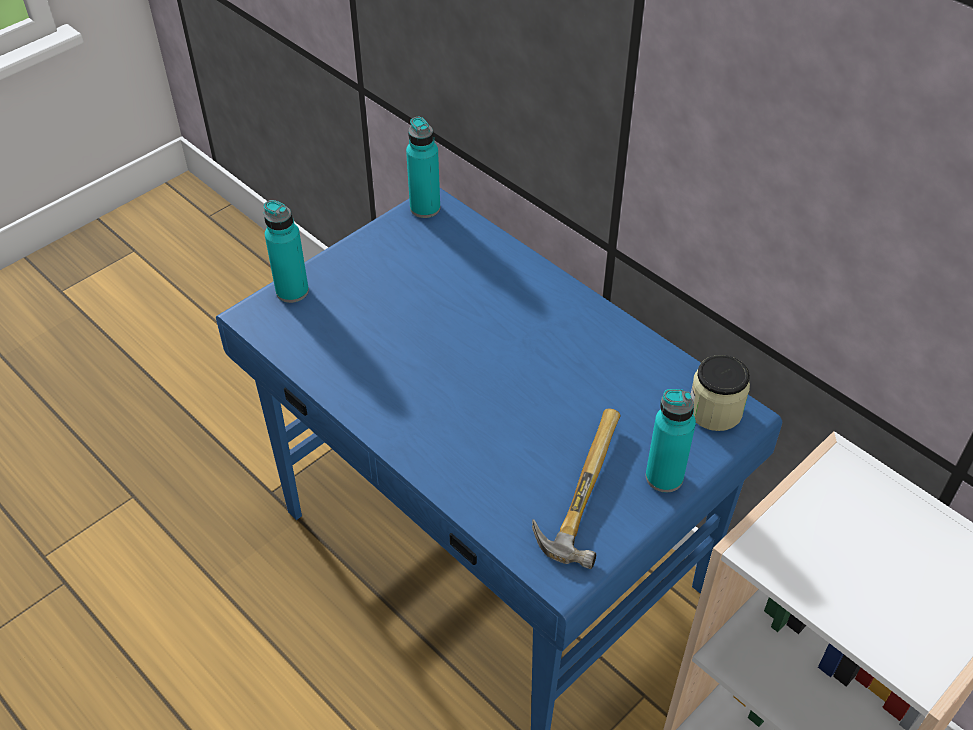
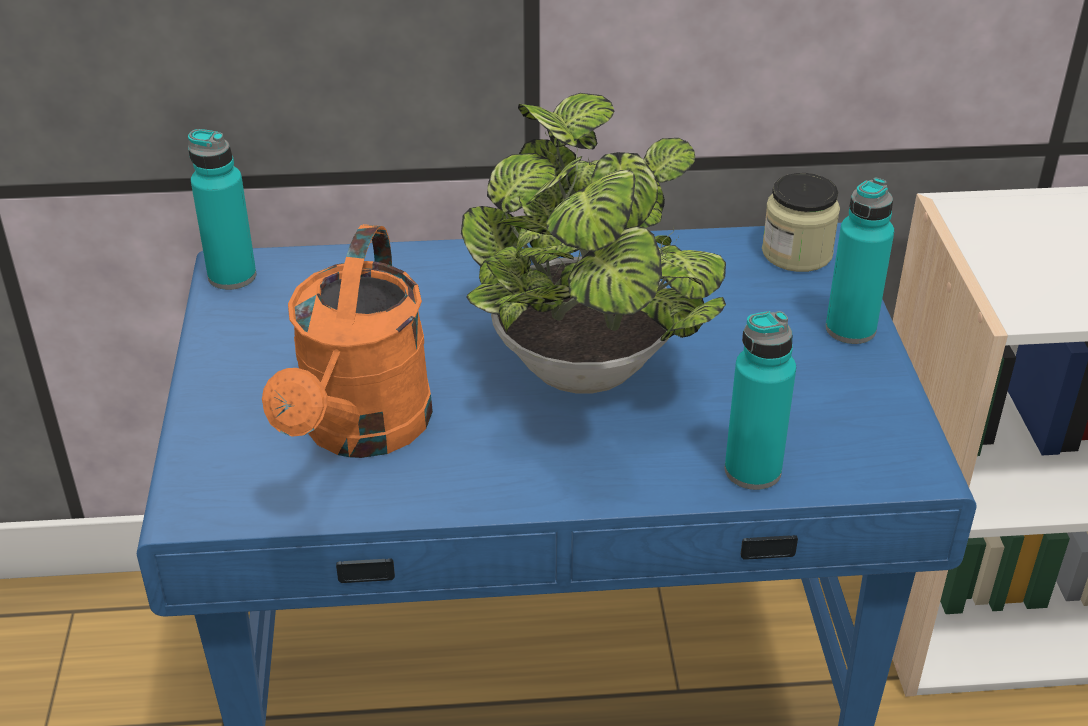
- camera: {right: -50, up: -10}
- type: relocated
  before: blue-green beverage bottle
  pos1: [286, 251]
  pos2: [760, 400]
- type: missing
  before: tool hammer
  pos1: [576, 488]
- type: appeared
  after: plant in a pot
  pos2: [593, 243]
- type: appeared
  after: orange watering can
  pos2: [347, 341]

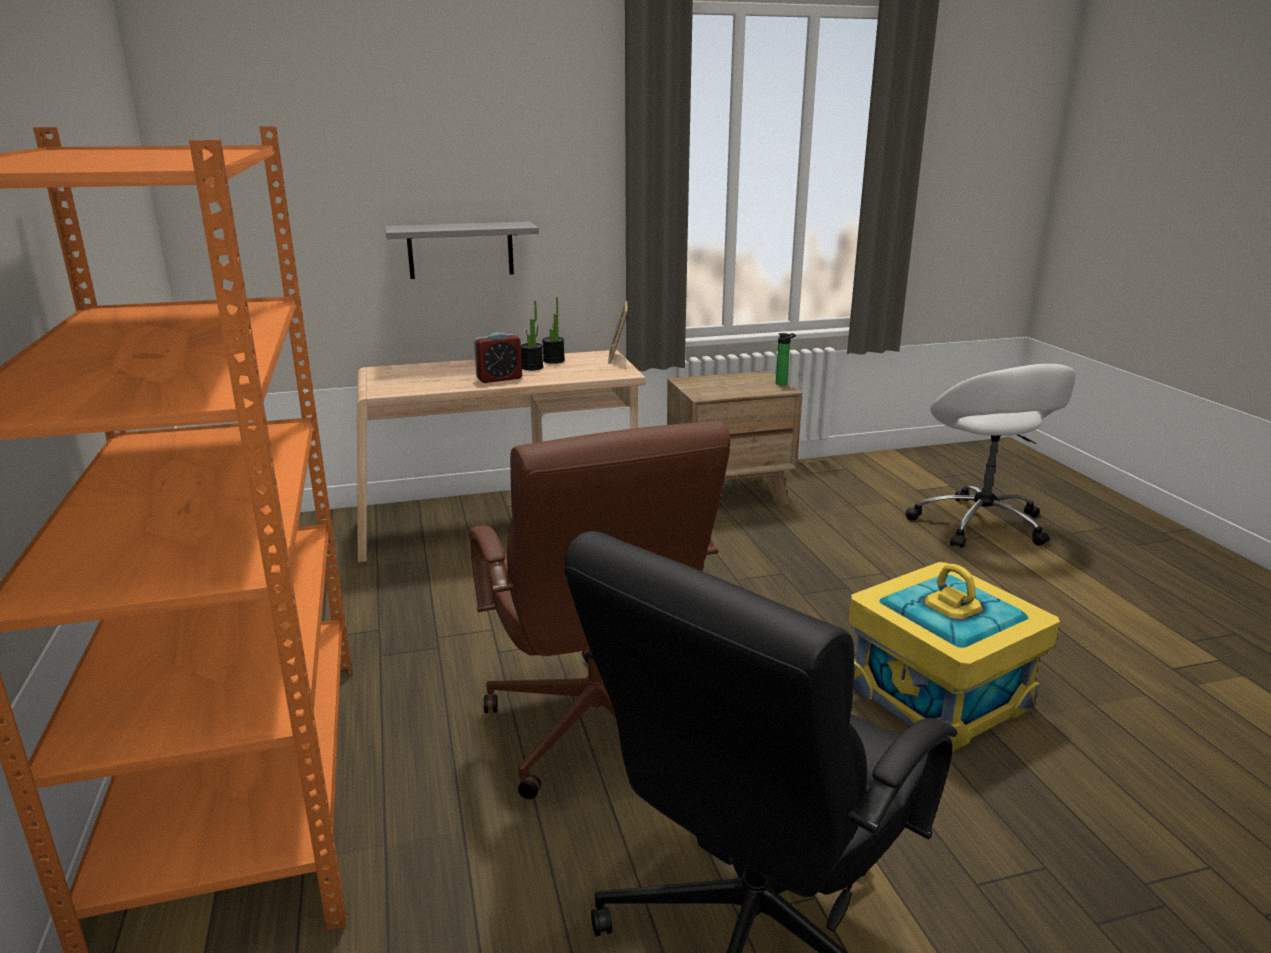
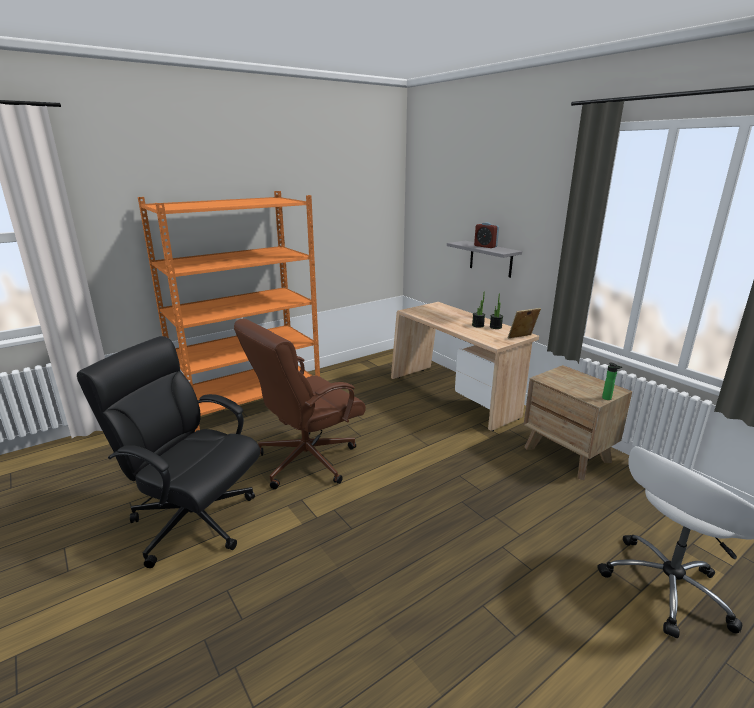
- camera: {right: 70, up: 0}
- type: relocated
  before: bedside clock
  pos1: [498, 357]
  pos2: [486, 235]
- type: missing
  before: yellow storage box
  pos1: [954, 657]

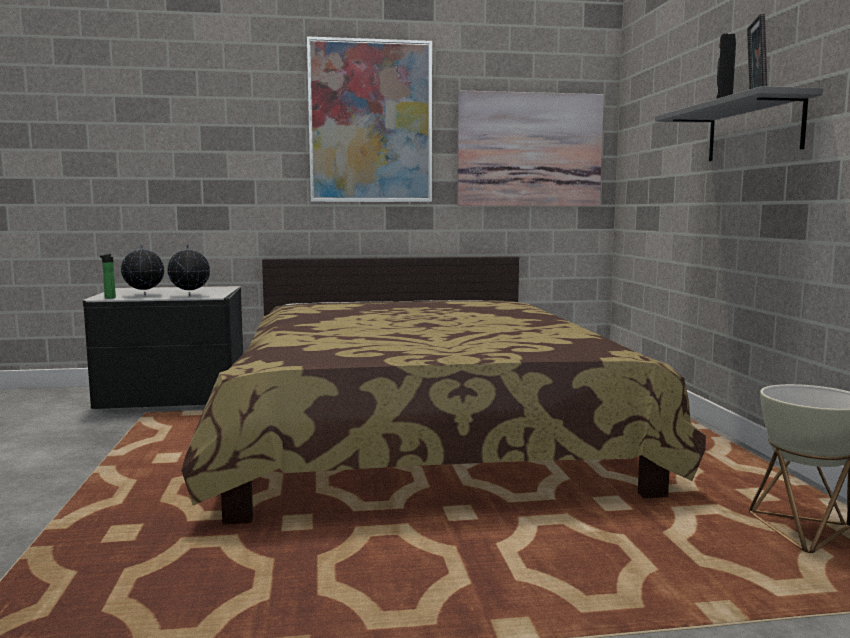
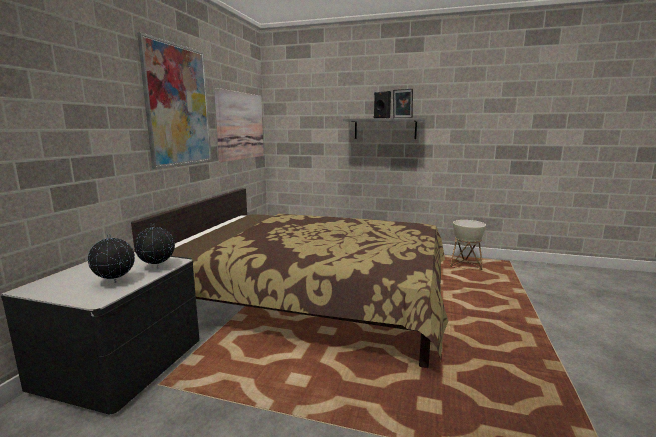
- camera: {right: -65, up: 5}
- type: missing
  before: beverage bottle
  pos1: [108, 276]

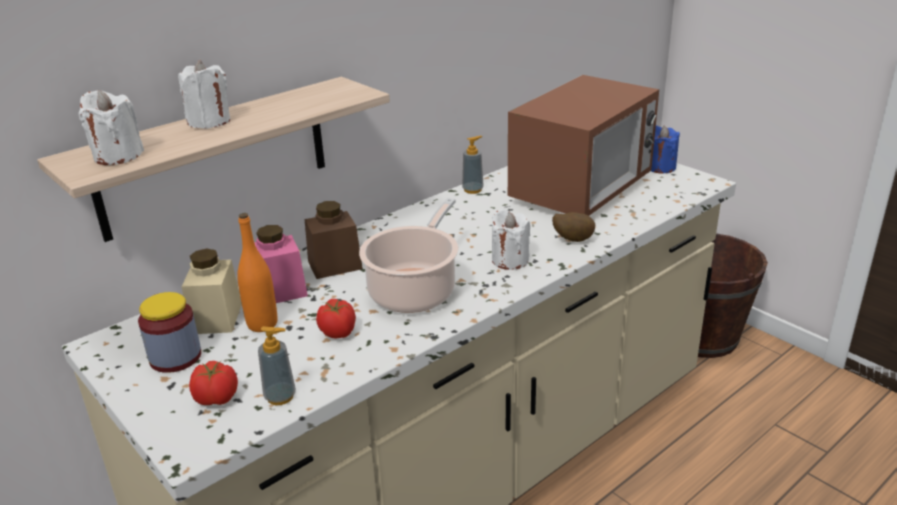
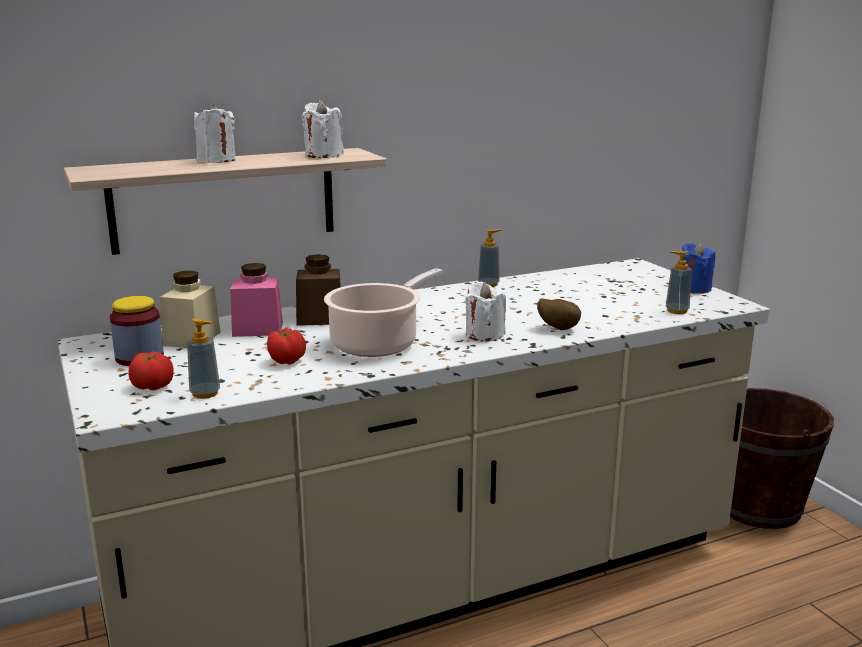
- camera: {right: 15, up: -10}
- type: missing
  before: microwave
  pos1: [583, 145]
- type: relocated
  before: white-coloured wax light
  pos1: [111, 127]
  pos2: [323, 129]
- type: missing
  before: orange beverage bottle
  pos1: [257, 272]
- type: appeared
  after: soap bottle
  pos2: [679, 282]

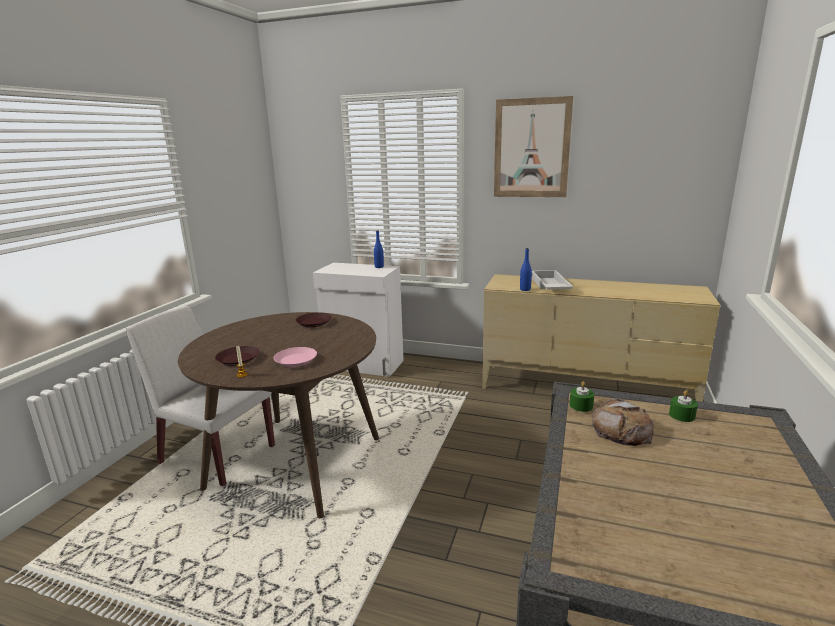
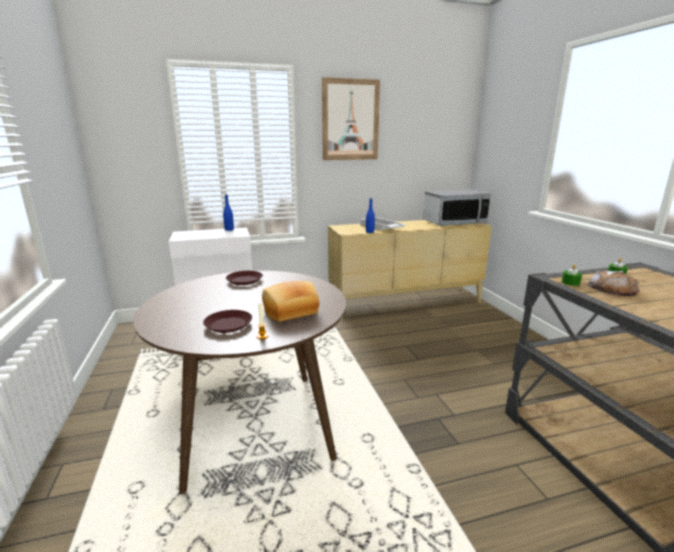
- camera: {right: -35, up: 0}
- type: missing
  before: white-coloured plain chair
  pos1: [200, 396]
- type: exchanged
  before: pink-coloured dinner plate
  after: baked bread
  pos1: [295, 357]
  pos2: [290, 301]
- type: appeared
  after: microwave
  pos2: [457, 208]

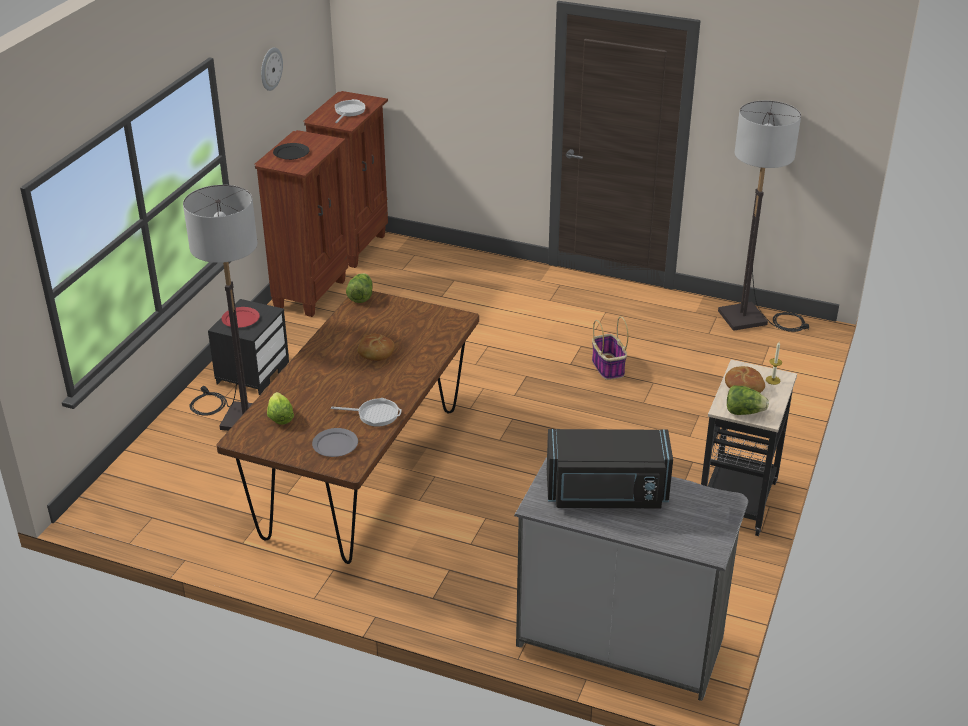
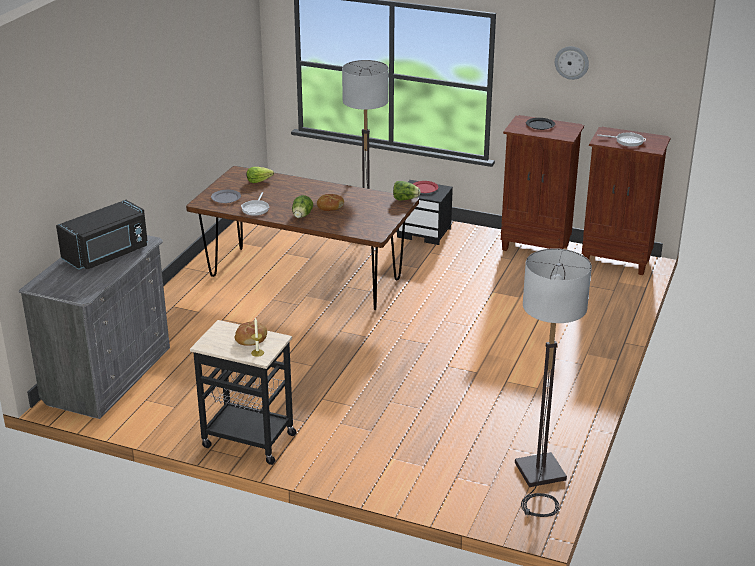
- camera: {right: 90, up: -5}
- type: missing
  before: household basket
  pos1: [610, 348]
- type: relocated
  before: lettuce
  pos1: [748, 400]
  pos2: [302, 206]
- type: spun
  before: black-coloured microwave
  pos1: [610, 468]
  pos2: [102, 235]
  turn: -135

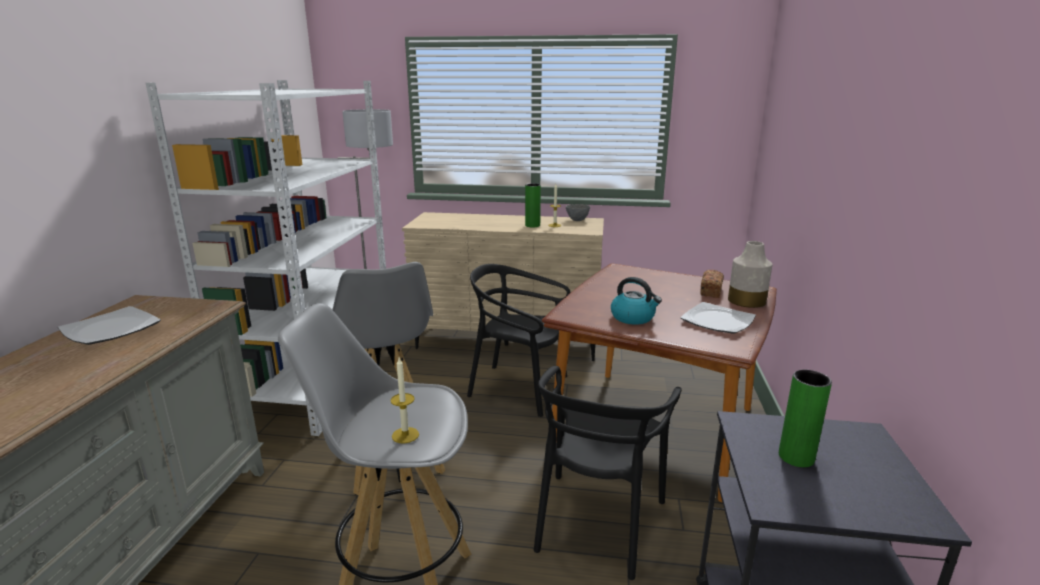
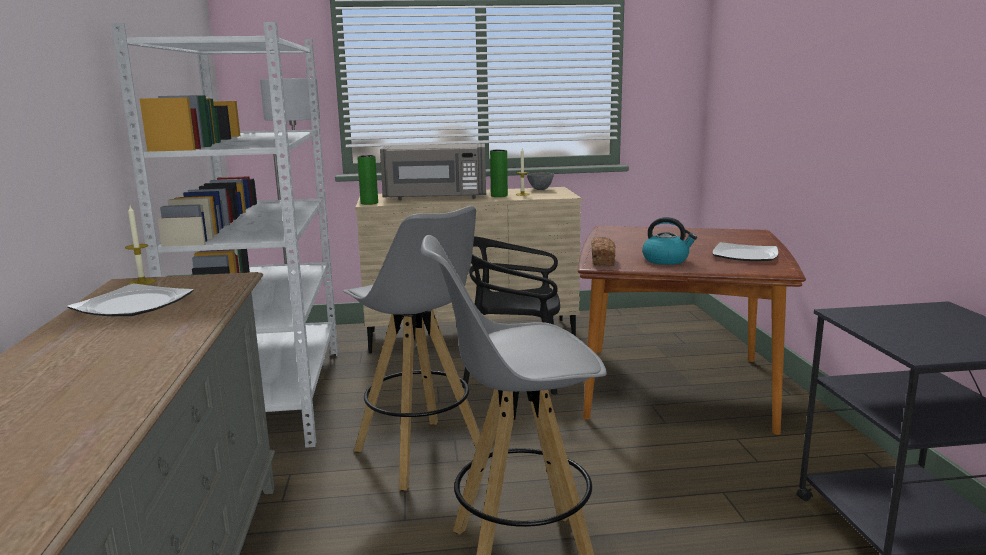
- camera: {right: -15, up: -5}
- type: missing
  before: beige-coloured flower vase
  pos1: [750, 274]
- type: relocated
  before: baked bread
  pos1: [712, 284]
  pos2: [604, 251]
- type: relocated
  before: wax light
  pos1: [405, 401]
  pos2: [140, 245]
- type: missing
  before: black-coloured plain chair
  pos1: [608, 473]
- type: relocated
  before: greenish flower vase
  pos1: [805, 418]
  pos2: [367, 180]
- type: appeared
  after: gray microwave
  pos2: [433, 171]

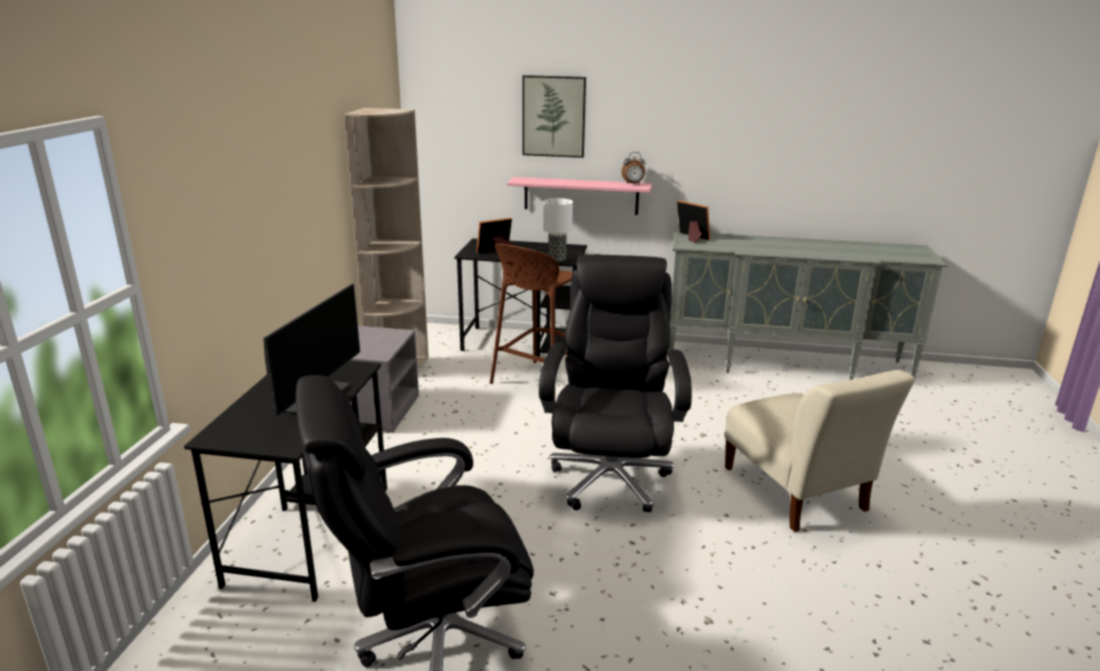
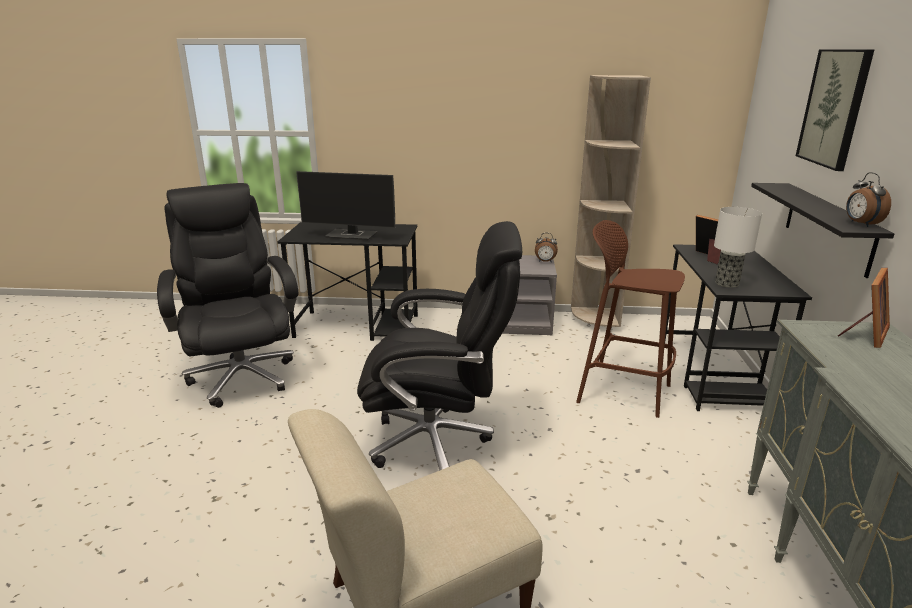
- camera: {right: 85, up: 0}
- type: colour
  before: pink-coloured shelf
  after: black-coloured shelf
  pos1: [579, 196]
  pos2: [822, 230]
- type: appeared
  after: bedside clock
  pos2: [546, 248]

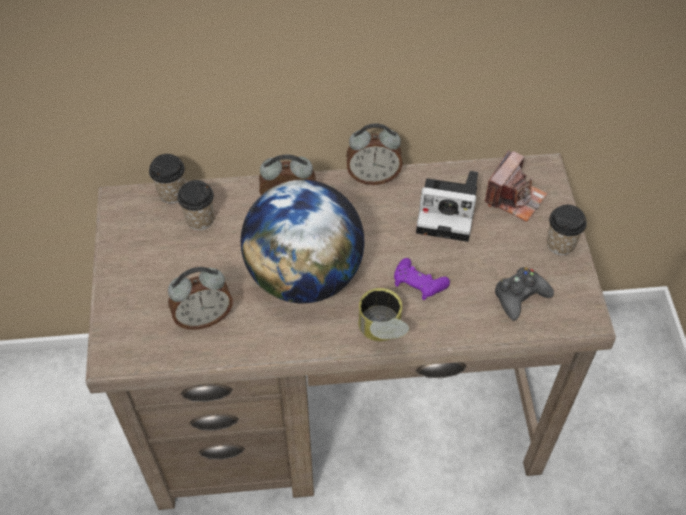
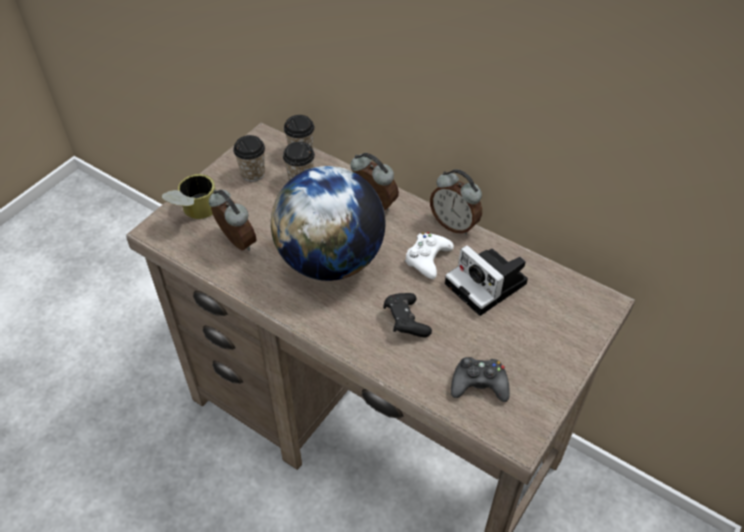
- camera: {right: 40, up: -5}
- type: missing
  before: still camera
  pos1: [516, 186]
- type: relocated
  before: cup
  pos1: [567, 230]
  pos2: [249, 158]
- type: colour
  before: purple gamepad
  after: black-coloured gamepad
  pos1: [422, 279]
  pos2: [407, 315]
- type: spun
  before: bedside clock
  pos1: [200, 298]
  pos2: [233, 220]
  turn: -150
- type: relocated
  before: sealed can
  pos1: [384, 315]
  pos2: [189, 196]
- type: appeared
  after: white-coloured gamepad
  pos2: [429, 255]

